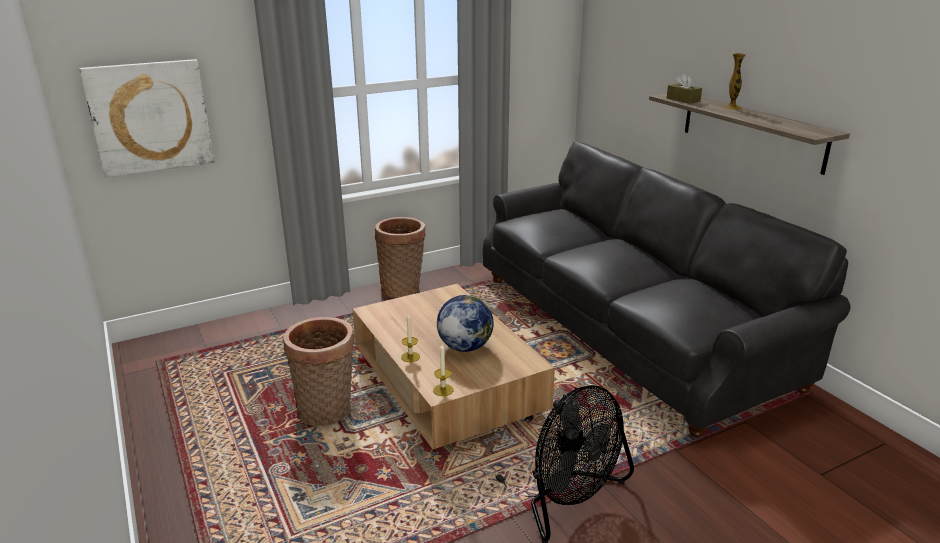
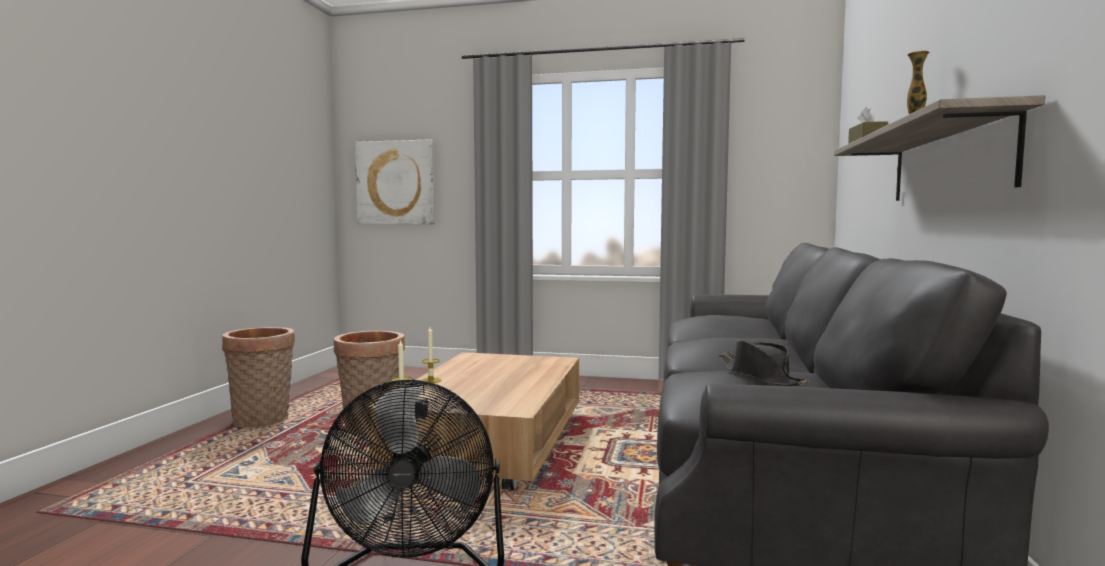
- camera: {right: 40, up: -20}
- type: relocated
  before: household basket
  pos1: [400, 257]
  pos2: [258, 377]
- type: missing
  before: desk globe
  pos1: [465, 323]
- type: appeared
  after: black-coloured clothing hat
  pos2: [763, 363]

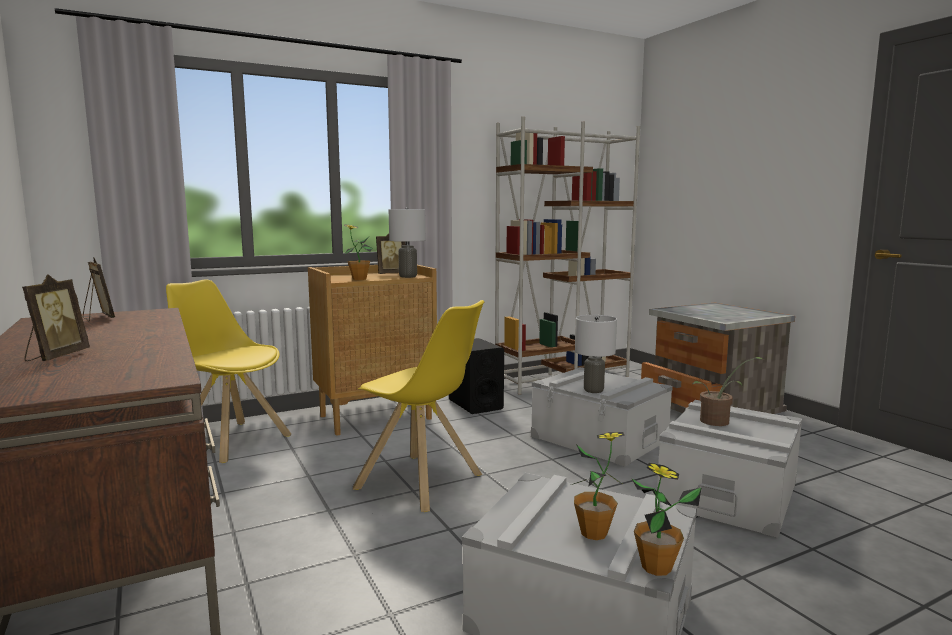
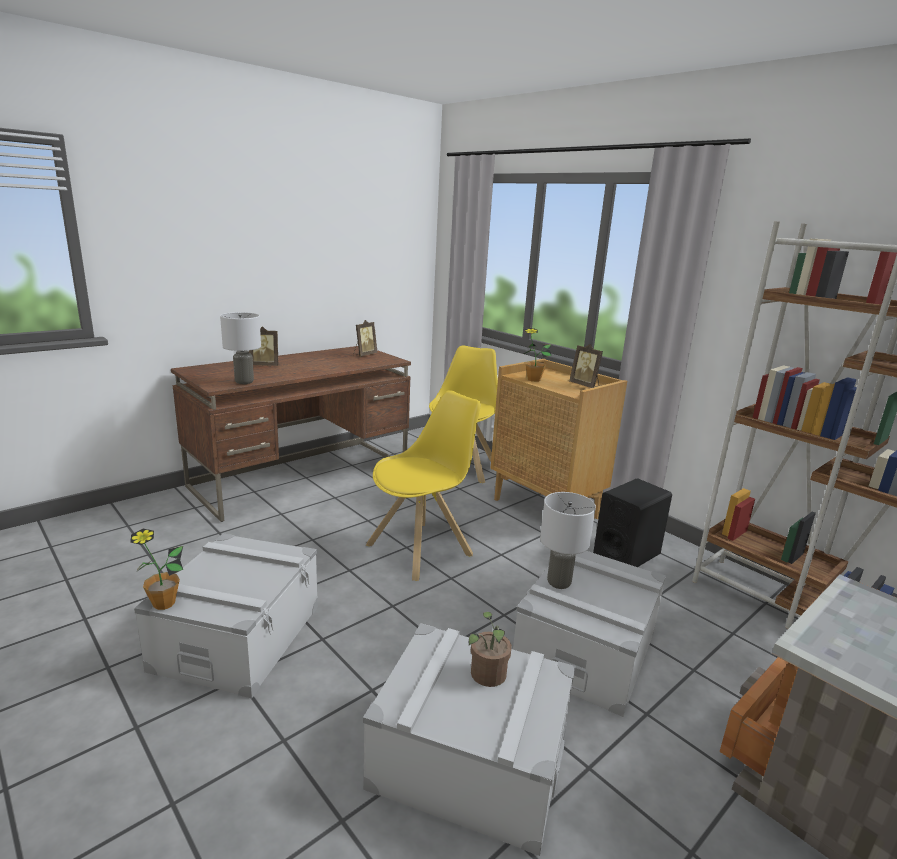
- camera: {right: 75, up: 10}
- type: relocated
  before: white-coloured tabletop lamp
  pos1: [407, 243]
  pos2: [240, 348]
- type: spun
  before: yellow plain chair
  pos1: [418, 406]
  pos2: [423, 485]
  turn: -150
- type: missing
  before: plant in a pot
  pos1: [597, 486]

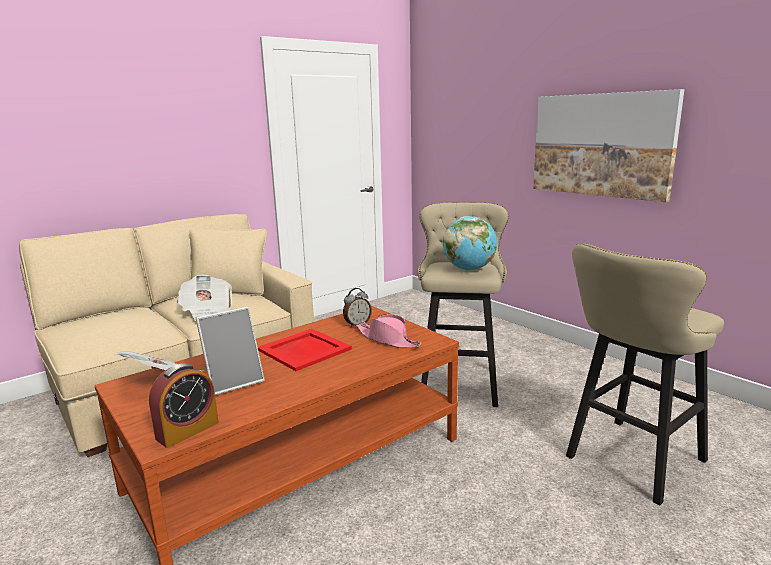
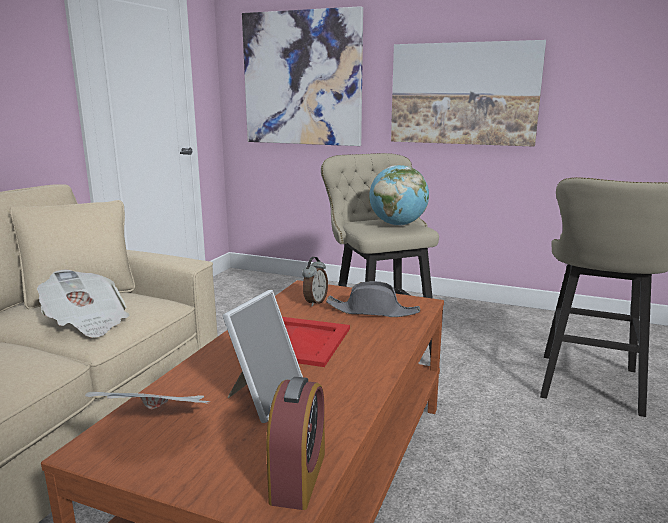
- camera: {right: -30, up: 0}
- type: colour
  before: pink-coloured clothing hat
  after: gray clothing hat
  pos1: [388, 331]
  pos2: [373, 299]
- type: appeared
  after: wall art
  pos2: [302, 76]

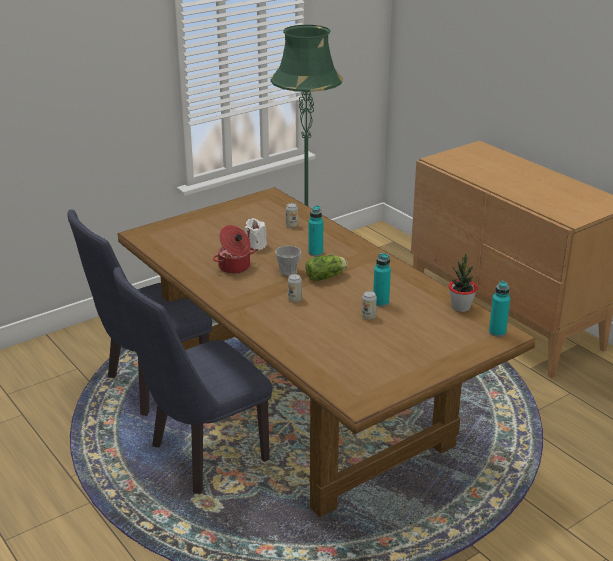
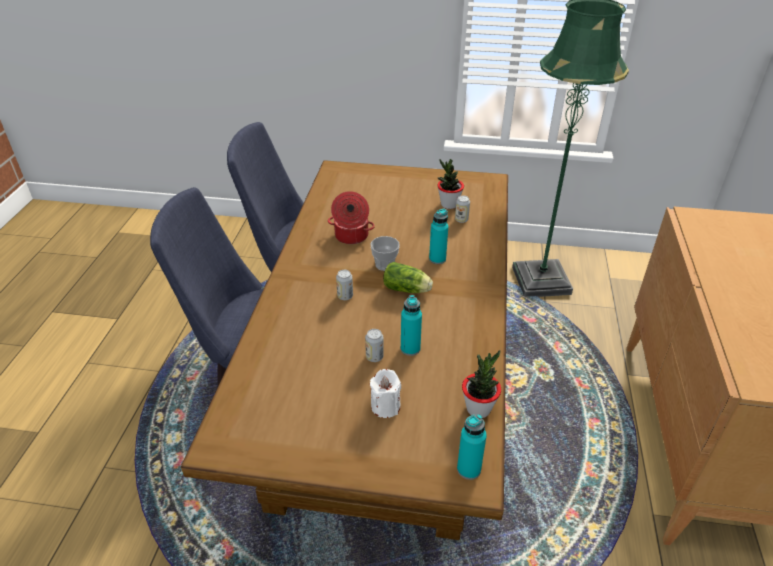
- camera: {right: 45, up: 10}
- type: relocated
  before: white-coloured wax light
  pos1: [255, 234]
  pos2: [385, 393]
- type: appeared
  after: plant in a pot
  pos2: [450, 184]

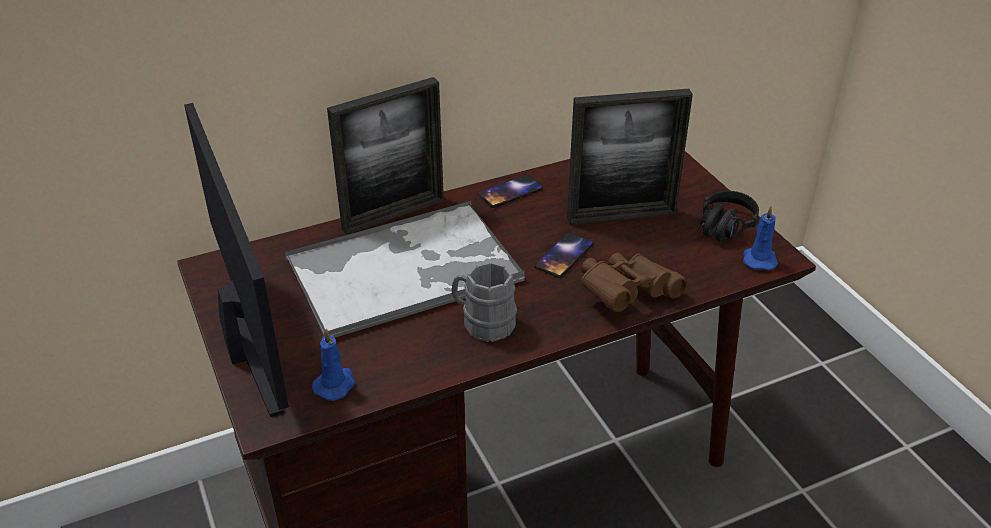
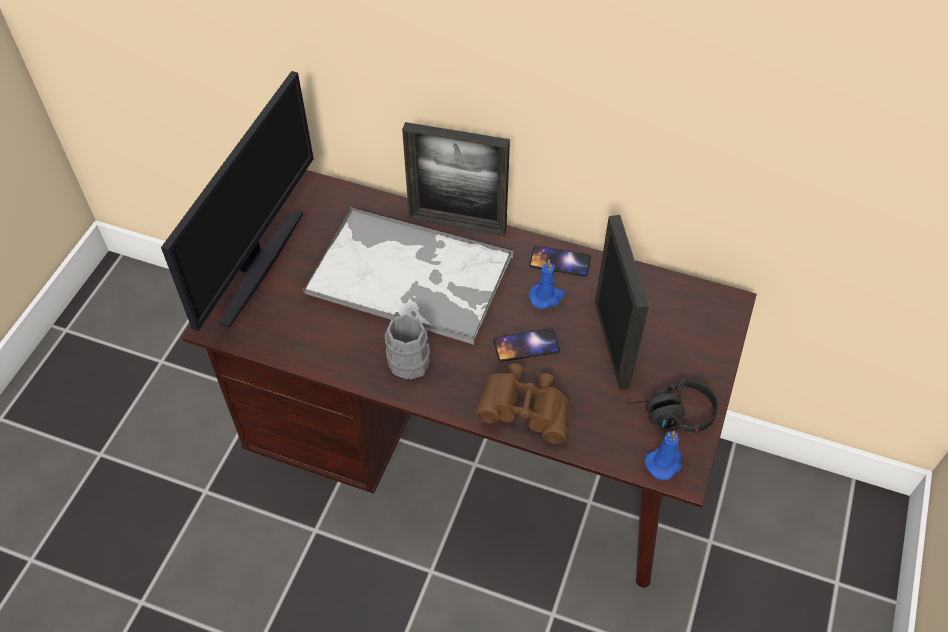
- camera: {right: 45, up: 15}
- type: spun
  before: photo frame
  pos1: [630, 157]
  pos2: [622, 302]
  turn: -135
- type: relocated
  before: bluish wax light
  pos1: [333, 365]
  pos2: [546, 284]

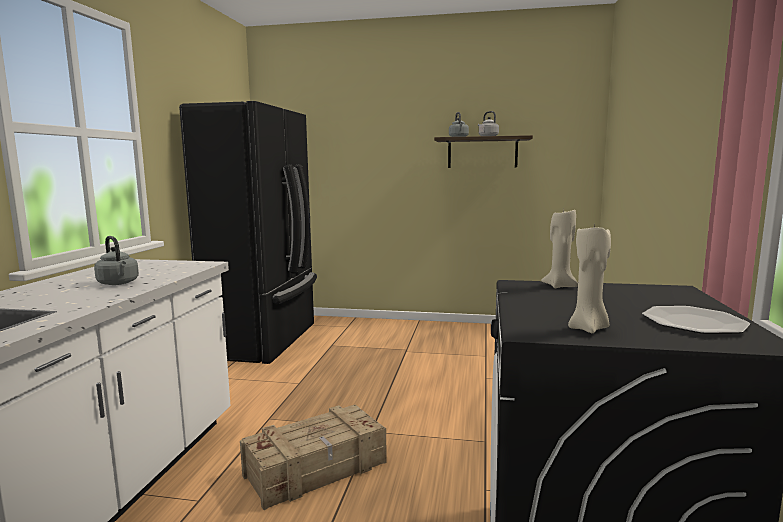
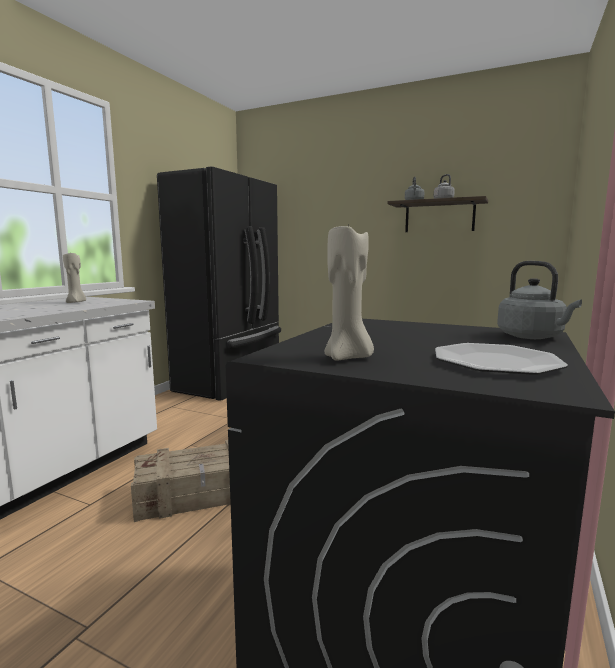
- camera: {right: 15, up: 0}
- type: relocated
  before: beige-coloured wax light
  pos1: [559, 248]
  pos2: [74, 278]
- type: relocated
  before: gray water kettle
  pos1: [116, 260]
  pos2: [539, 300]

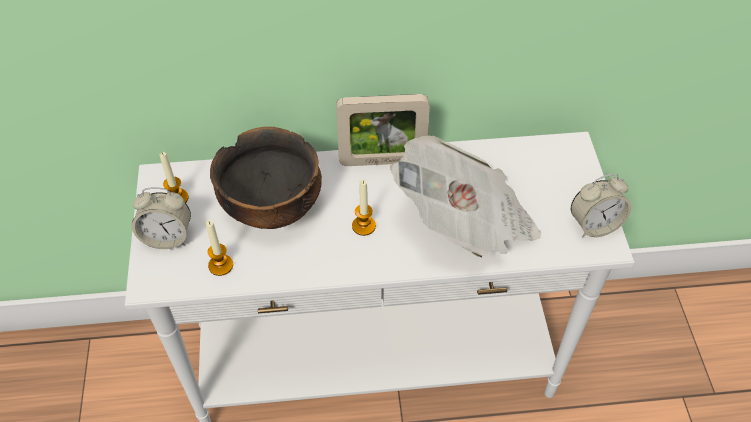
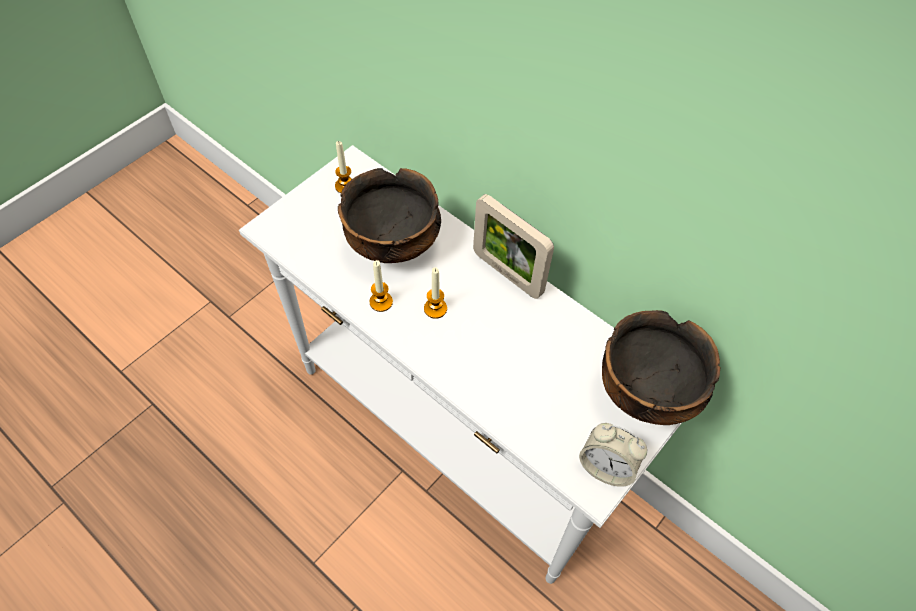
- camera: {right: 45, up: 5}
- type: missing
  before: printed paper
  pos1: [465, 196]
- type: missing
  before: bedside clock
  pos1: [161, 218]
- type: relocated
  before: wax light
  pos1: [219, 248]
  pos2: [381, 286]
- type: appeared
  after: serving bowl
  pos2: [661, 367]

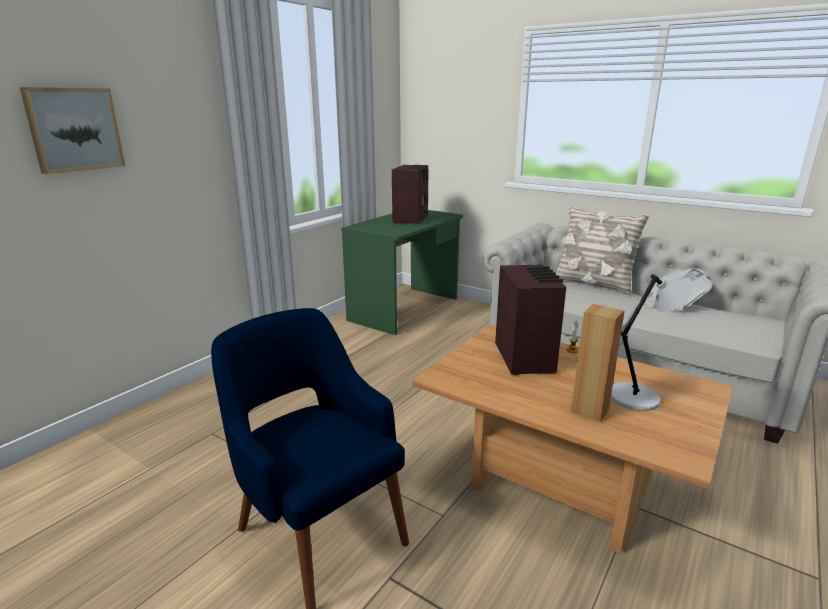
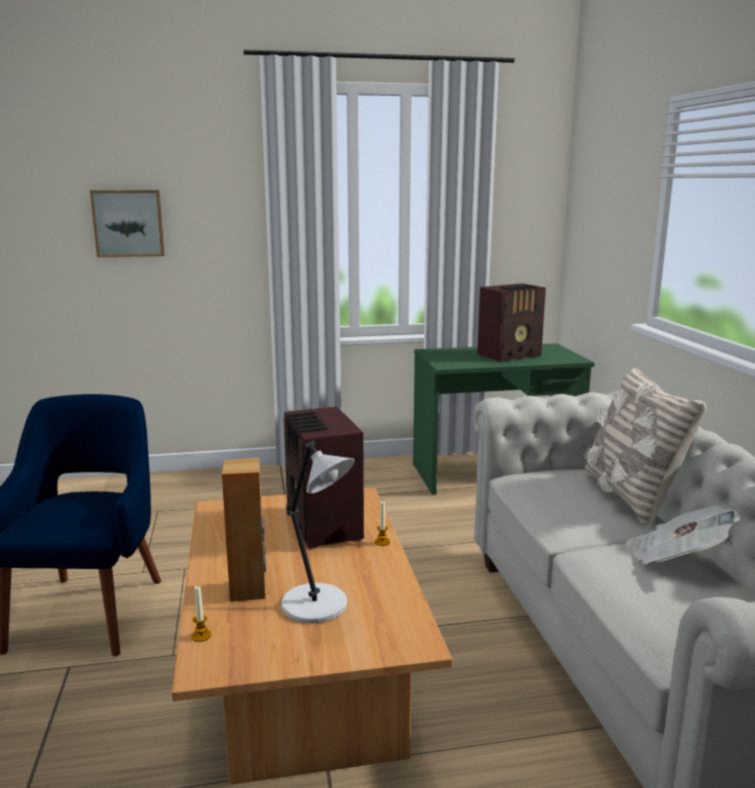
- camera: {right: 45, up: -5}
- type: spun
  before: radio set
  pos1: [530, 320]
  pos2: [324, 477]
  turn: 120
- type: appeared
  after: wax light
  pos2: [201, 613]

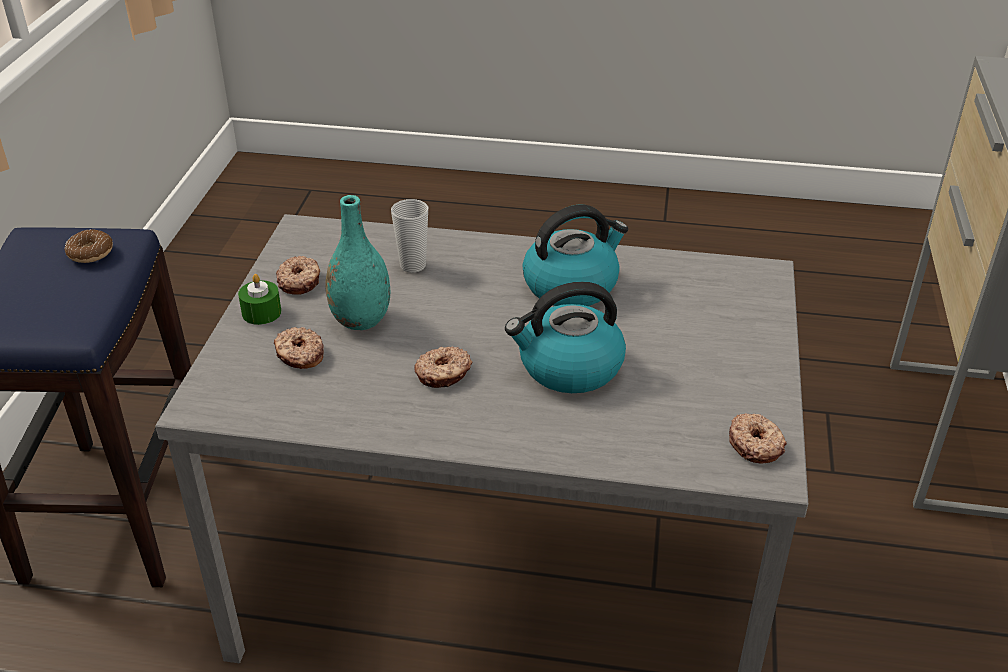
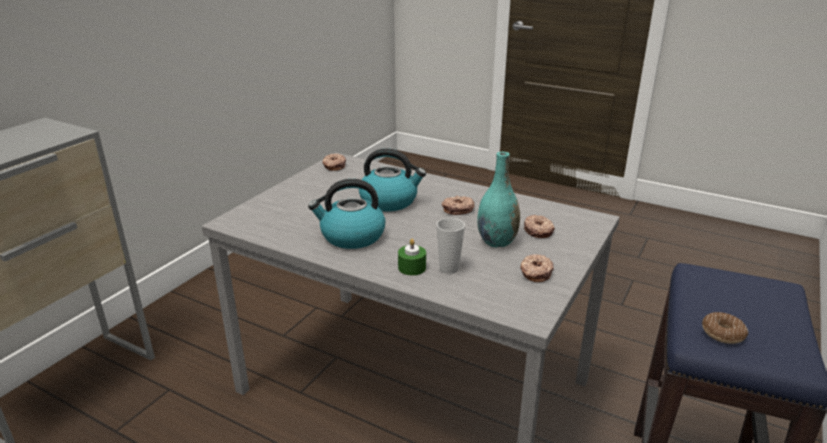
- camera: {right: -160, up: -10}
- type: relocated
  before: greenish wax light
  pos1: [259, 299]
  pos2: [412, 257]

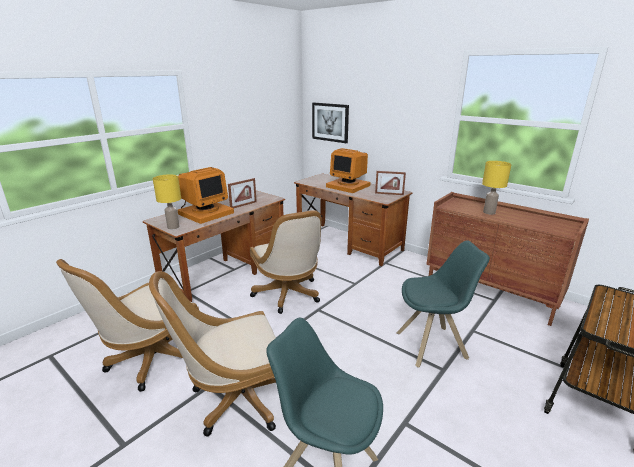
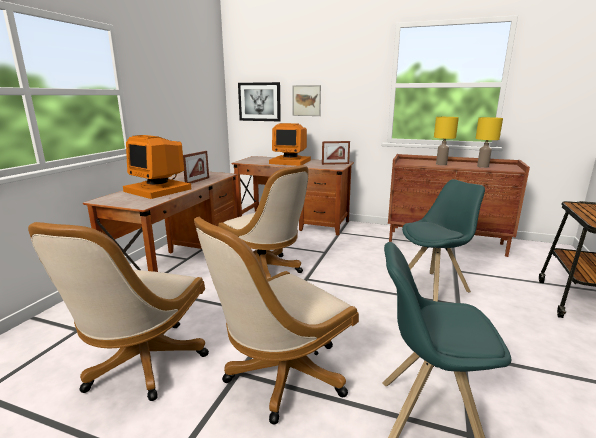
- camera: {right: -20, up: -5}
- type: spun
  before: computer screen
  pos1: [205, 195]
  pos2: [157, 167]
  turn: 105
- type: relocated
  before: yellow tabletop lamp
  pos1: [167, 201]
  pos2: [489, 142]
- type: appeared
  after: wall art
  pos2: [306, 100]

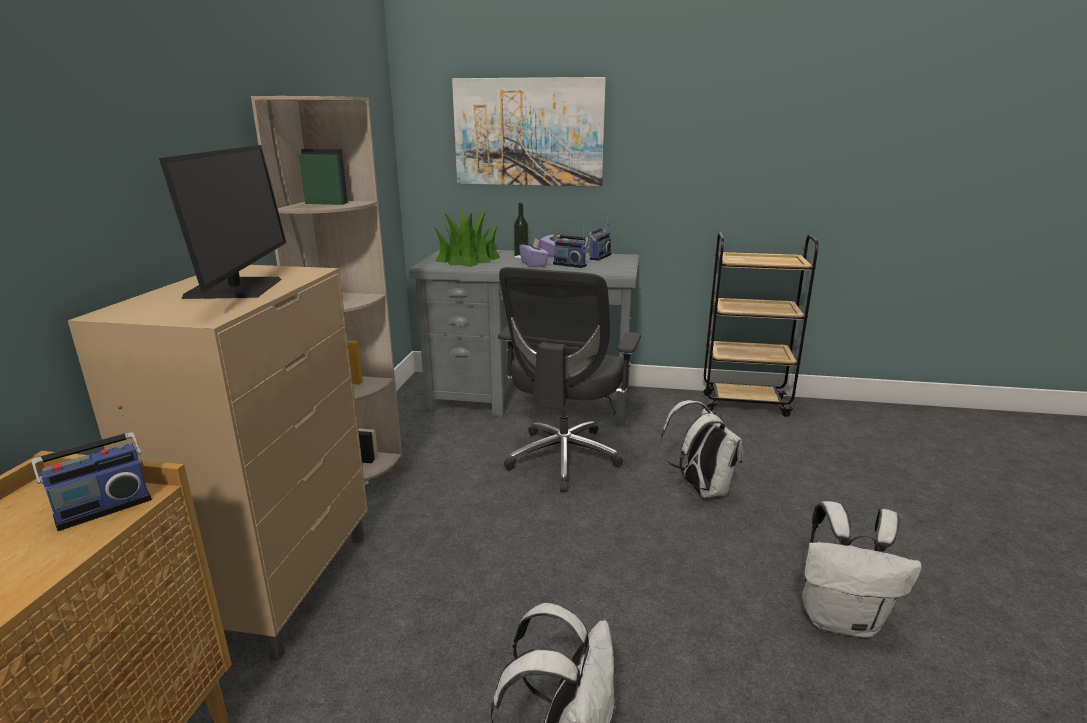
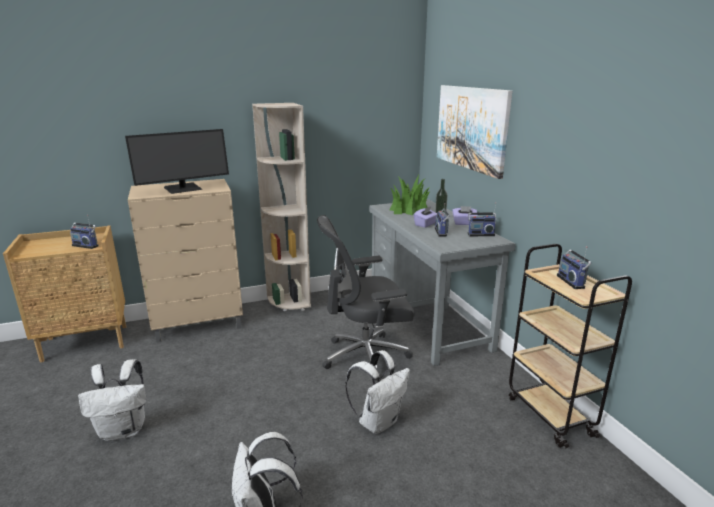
- camera: {right: 60, up: 0}
- type: appeared
  after: radio set
  pos2: [574, 267]

